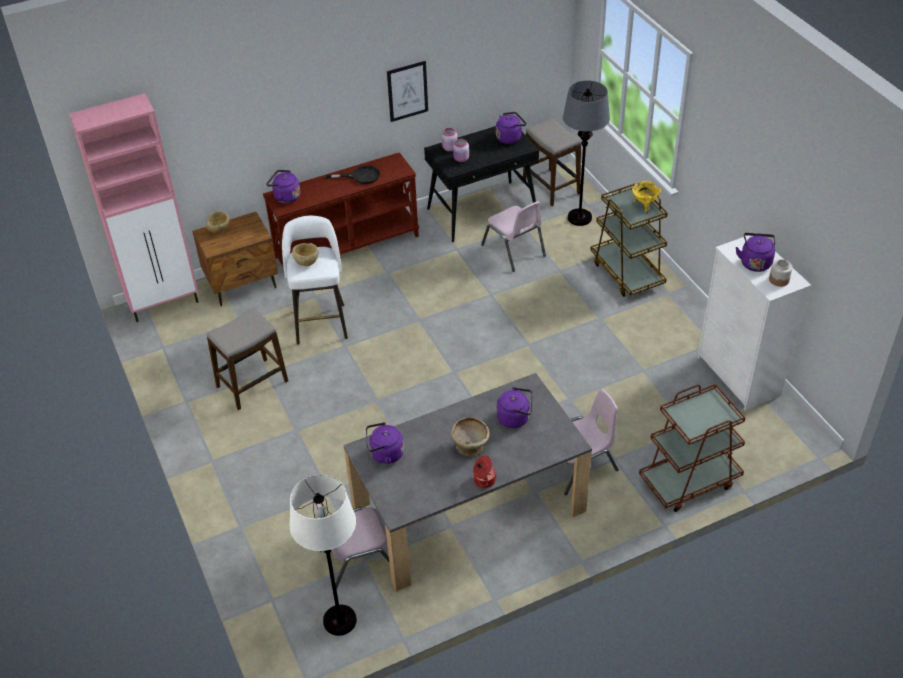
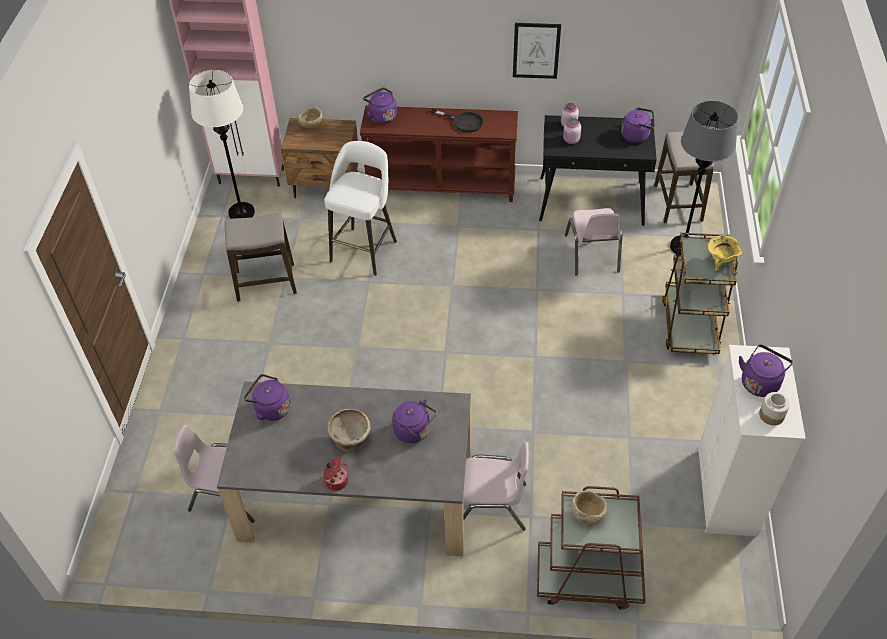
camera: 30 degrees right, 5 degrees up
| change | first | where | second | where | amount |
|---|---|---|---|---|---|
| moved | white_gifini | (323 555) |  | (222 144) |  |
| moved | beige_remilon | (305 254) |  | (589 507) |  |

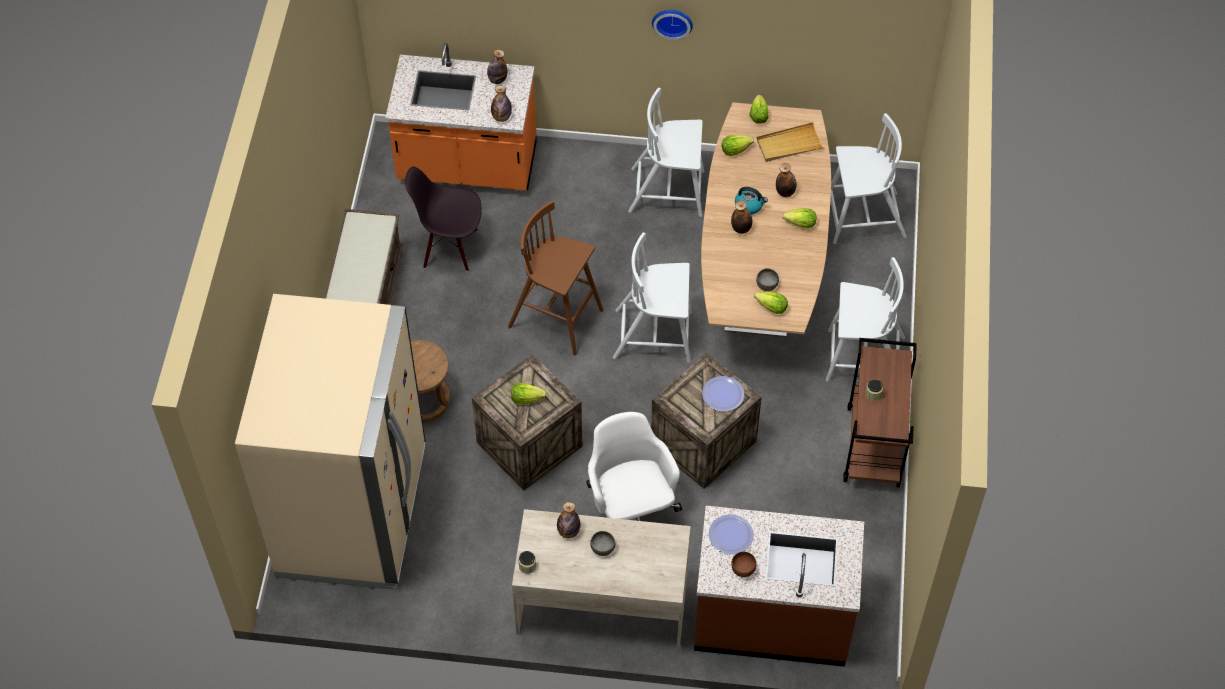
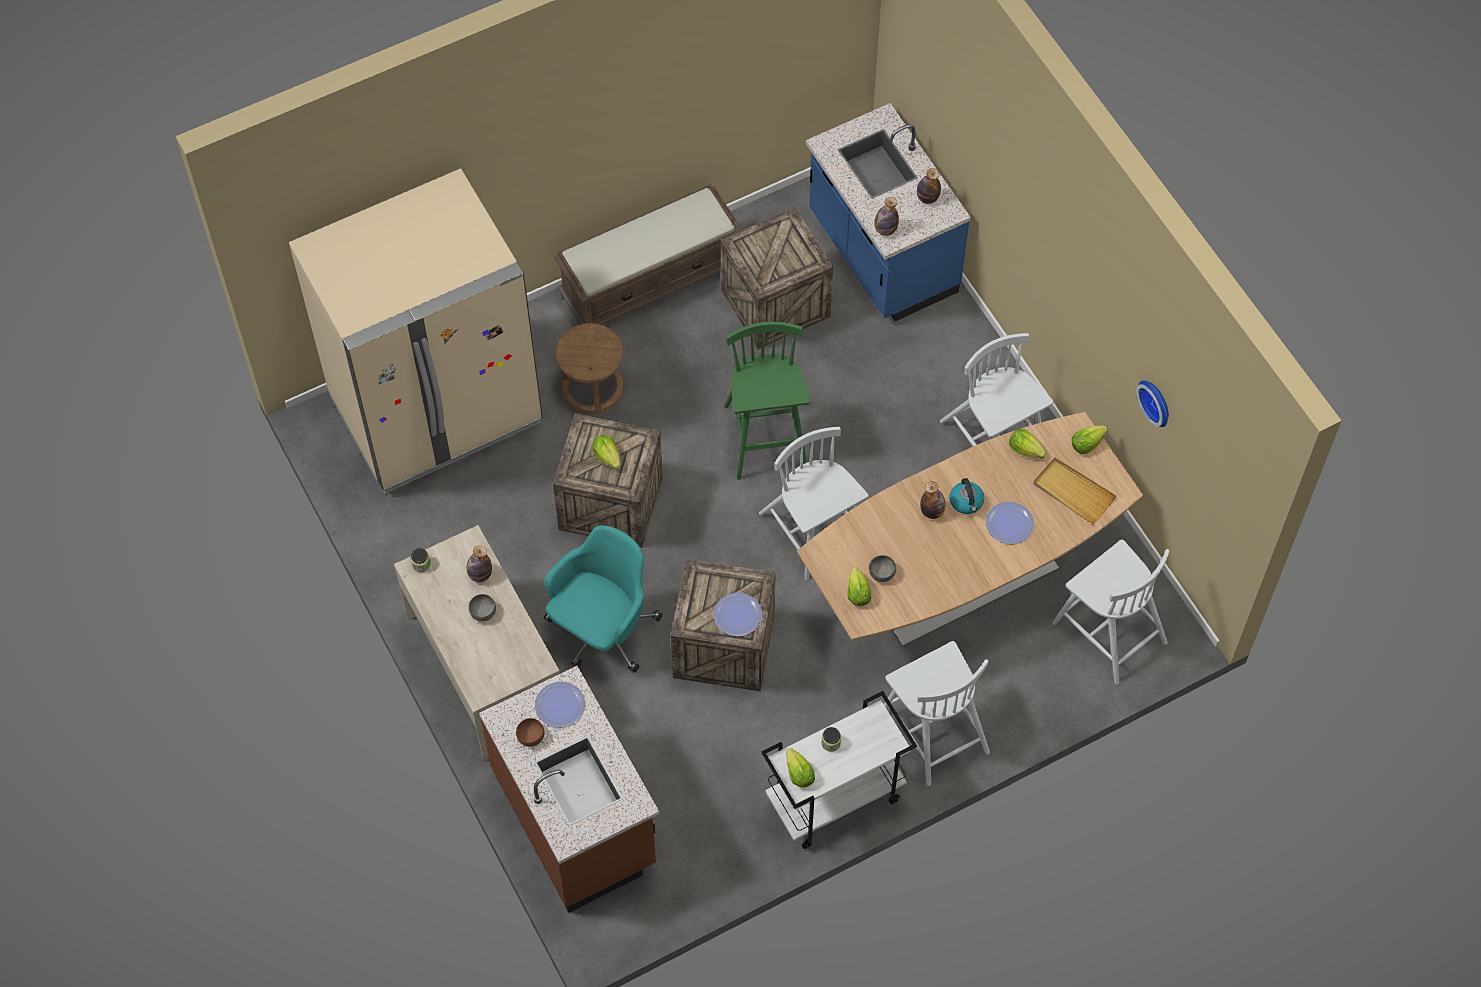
camera: 55 degrees right, 5 degrees up
| change | first | where | second | where | amount |
|---|---|---|---|---|---|
| moved | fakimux | (672 25) |  | (1152 403) |  |
| moved | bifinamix | (799 218) |  | (800 768) |  |
| replaced | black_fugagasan | (443 219) | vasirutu | (777 278) |  |
| replaced | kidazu | (786 180) | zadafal | (1010 523) |  |
| recoloured | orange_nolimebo | (461 116) | blue_nolimebo | (888 212) |  |
| recoloured | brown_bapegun | (556 278) | green_bapegun | (767 401) |  |
| recoloured | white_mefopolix | (634 466) | turquoise_mefopolix | (603 599) |  |
| recoloured | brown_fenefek | (880 413) | white_fenefek | (839 770) |  |

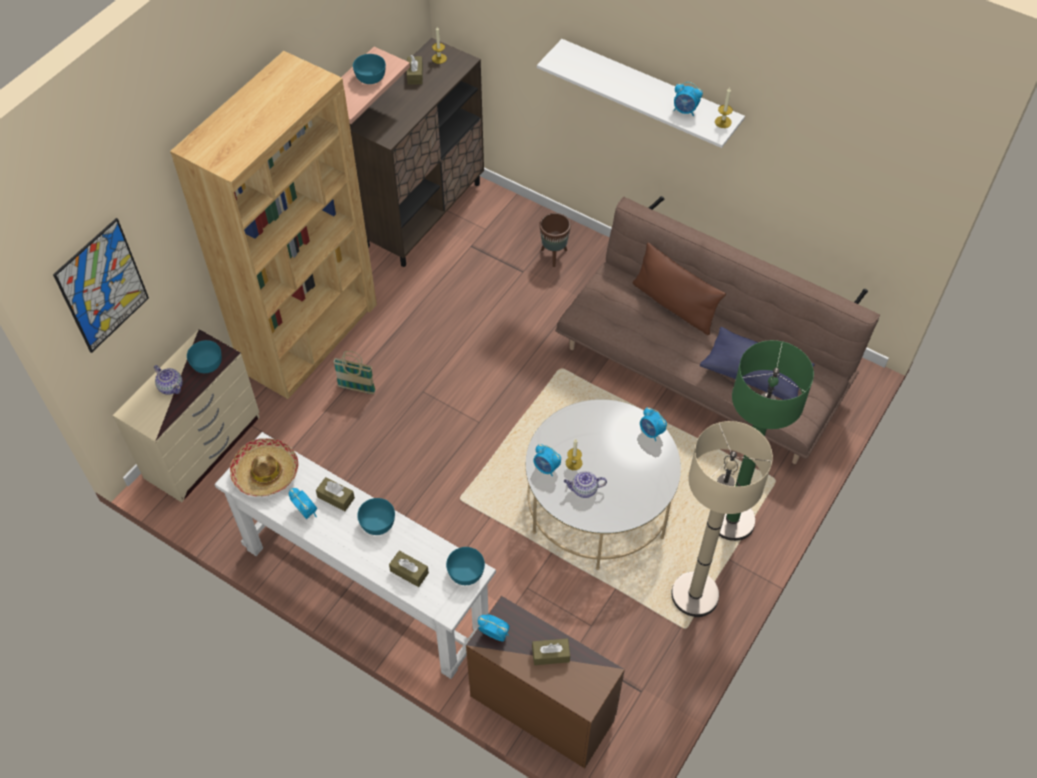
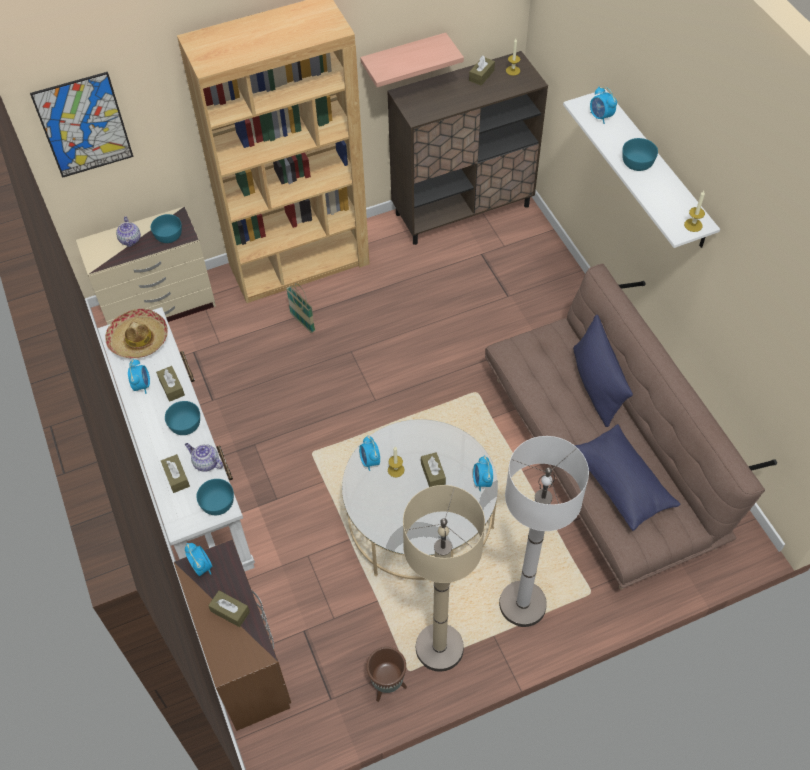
camera: 35 degrees right, 0 degrees up
| change | first | where | second | where | amount |
|---|---|---|---|---|---|
| added |  |  | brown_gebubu | (433 469) |  |
| moved | turquoise_remilon | (369 69) |  | (640 154) |  |
| moved | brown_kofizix | (555 240) |  | (386 674) |  |
| moved | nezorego | (585 484) |  | (204 457) |  |
| moved | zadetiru | (688 99) |  | (603 105) |  |
| recoloured | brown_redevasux | (679 289) | blue_redevasux | (603 371) |  |
| recoloured | green_gifini | (766 440) | white_gifini | (544 531) |  |

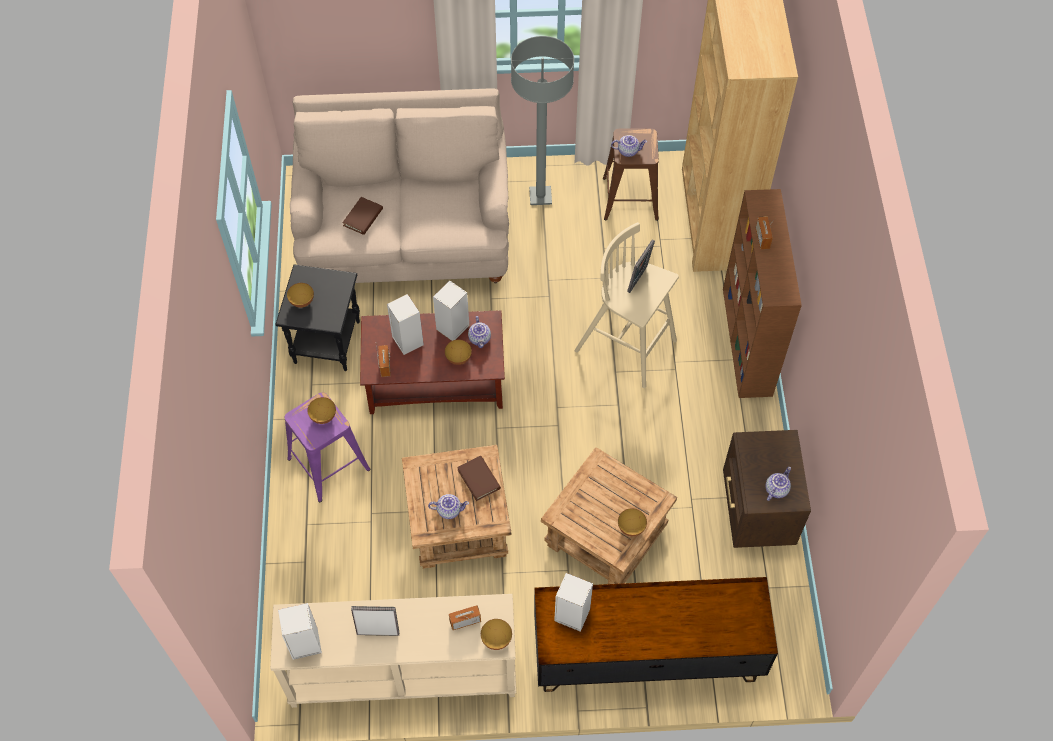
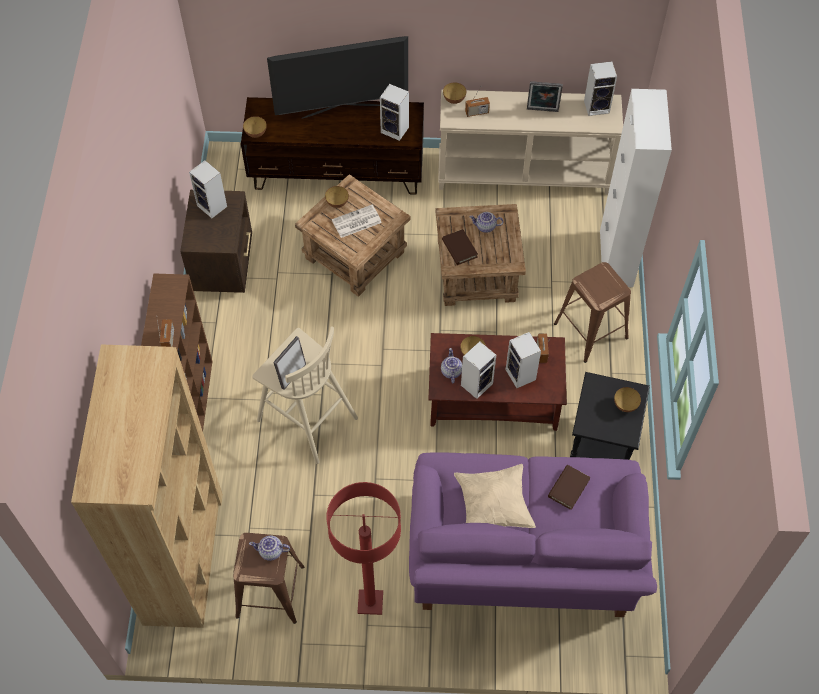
camera: 175 degrees left, 0 degrees up
| change | first | where | second | where | amount |
|---|---|---|---|---|---|
| added |  |  | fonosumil | (337 77) |  |
| added |  |  | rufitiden | (357 221) |  |
| added |  |  | beige_redevasux | (495 496) |  |
| added |  |  | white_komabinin | (636 188) |  |
| moved | remilon | (321 410) |  | (255 127) |  |
| replaced | nezorego | (778 484) | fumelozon | (208 189) |  |
| recoloured | purple_bapegun | (327 447) | brown_bapegun | (592 312) |  |
| recoloured | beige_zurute | (399 186) | purple_zurute | (533 534) |  |
| recoloured | grey_gifini | (542 120) | red_gifini | (363 548) |  |

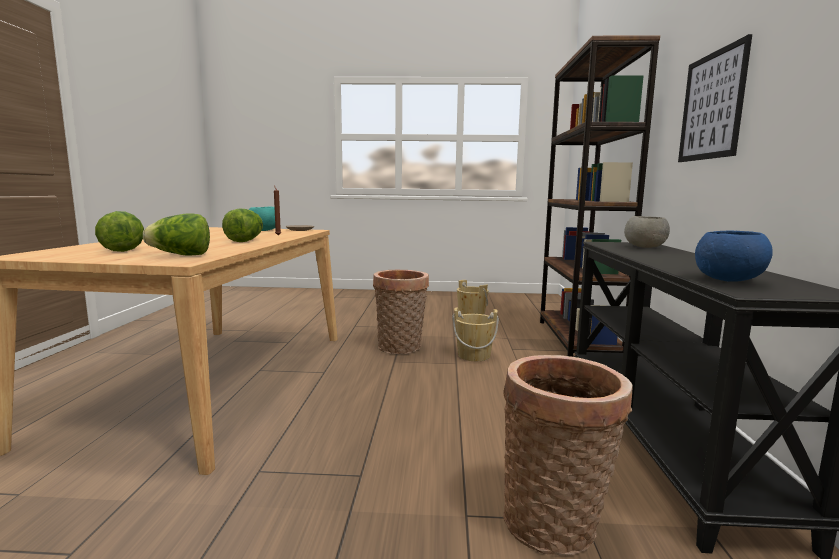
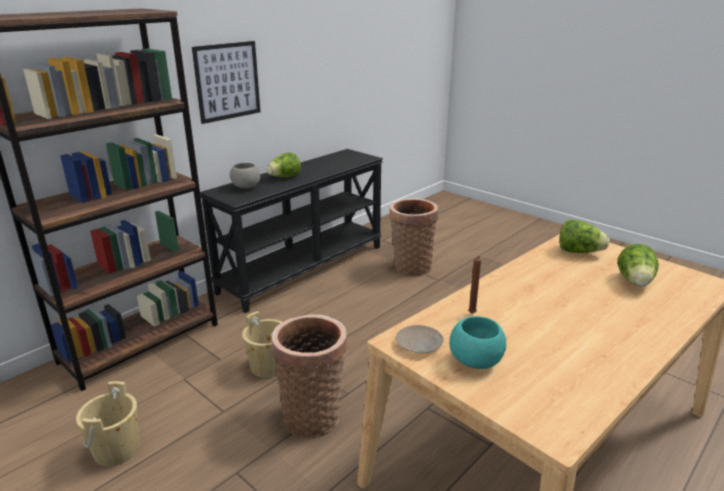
camera: 140 degrees left, 15 degrees up
| change | first | where | second | where | amount |
|---|---|---|---|---|---|
| removed | blue_remilon | (734 256) |  |  |  |
| moved | bifinamix | (242 225) |  | (284 165) |  |

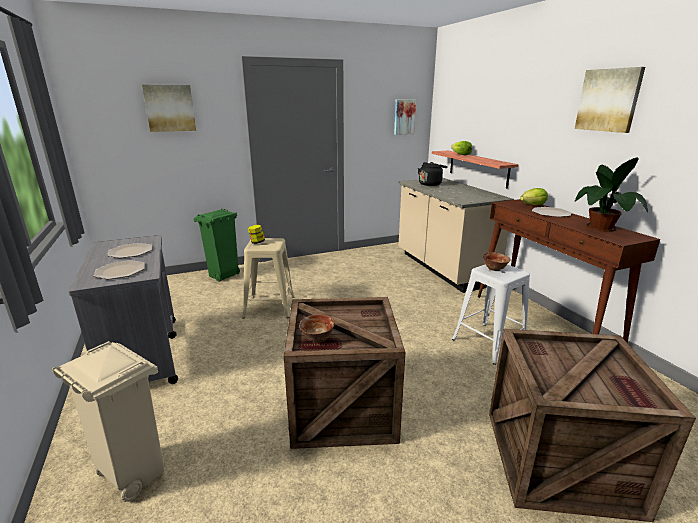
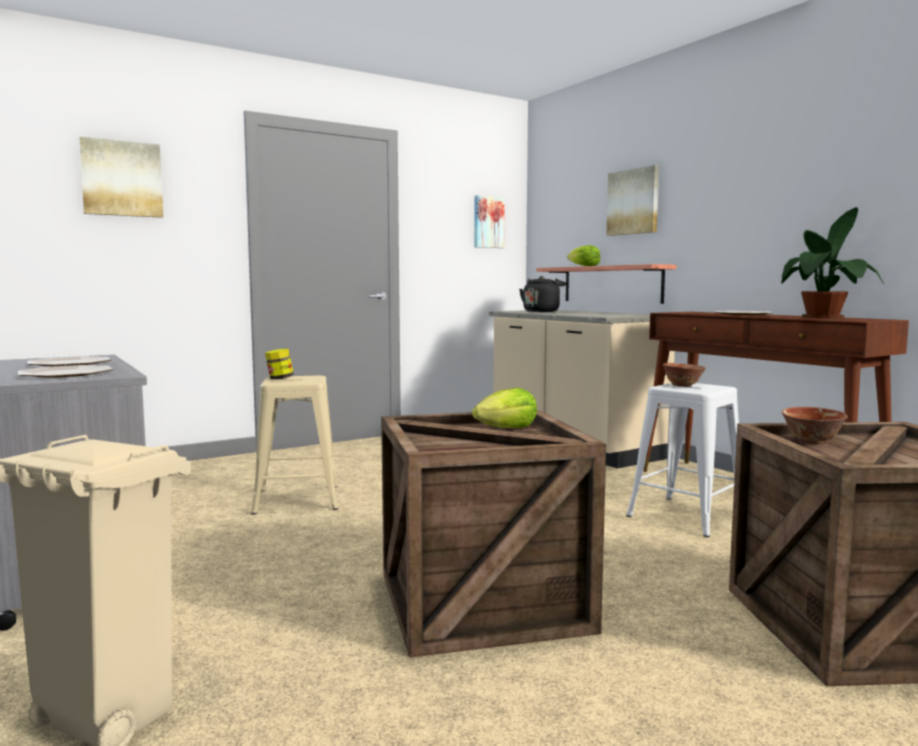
camera: 10 degrees left, 15 degrees down
| change | first | where | second | where | amount |
|---|---|---|---|---|---|
| removed | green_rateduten | (217 245) |  |  |  |
| moved | remilon | (317 328) |  | (815 425) |  |
| moved | bifinamix | (534 196) |  | (504 408) |  |
| moved | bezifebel | (610 100) |  | (632 200) |  |

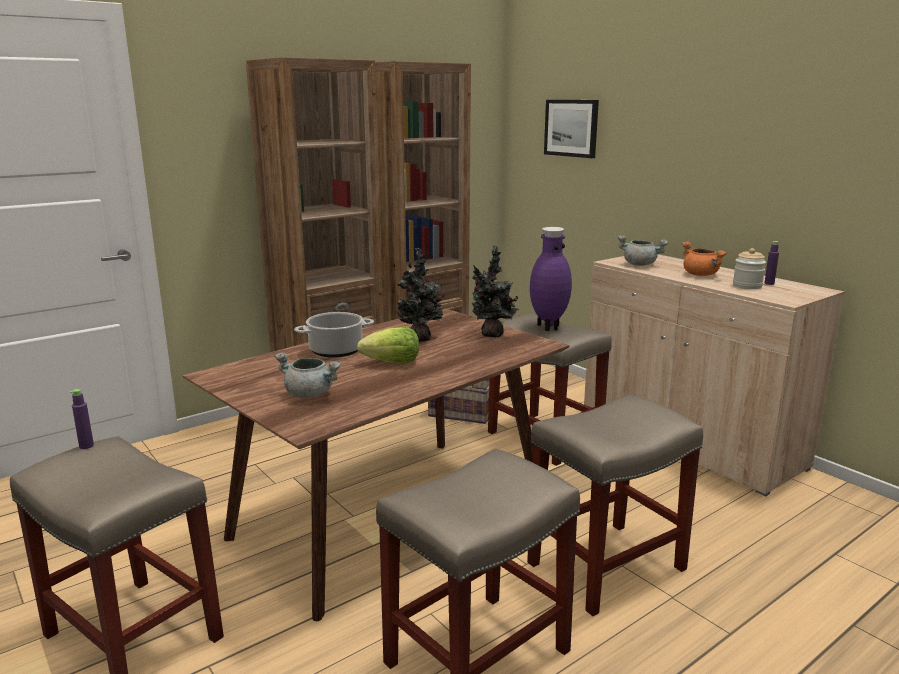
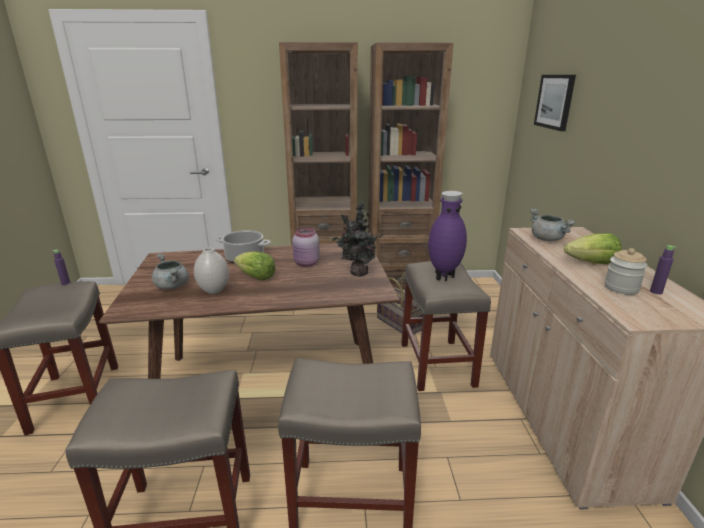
camera: 35 degrees right, 5 degrees up
| change | first | where | second | where | amount |
|---|---|---|---|---|---|
| added |  |  | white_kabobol | (211 271) |  |
| replaced | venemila | (420 295) | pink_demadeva | (306 247) |  |
| replaced | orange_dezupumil | (704 259) | bifinamix | (593 248) |  |

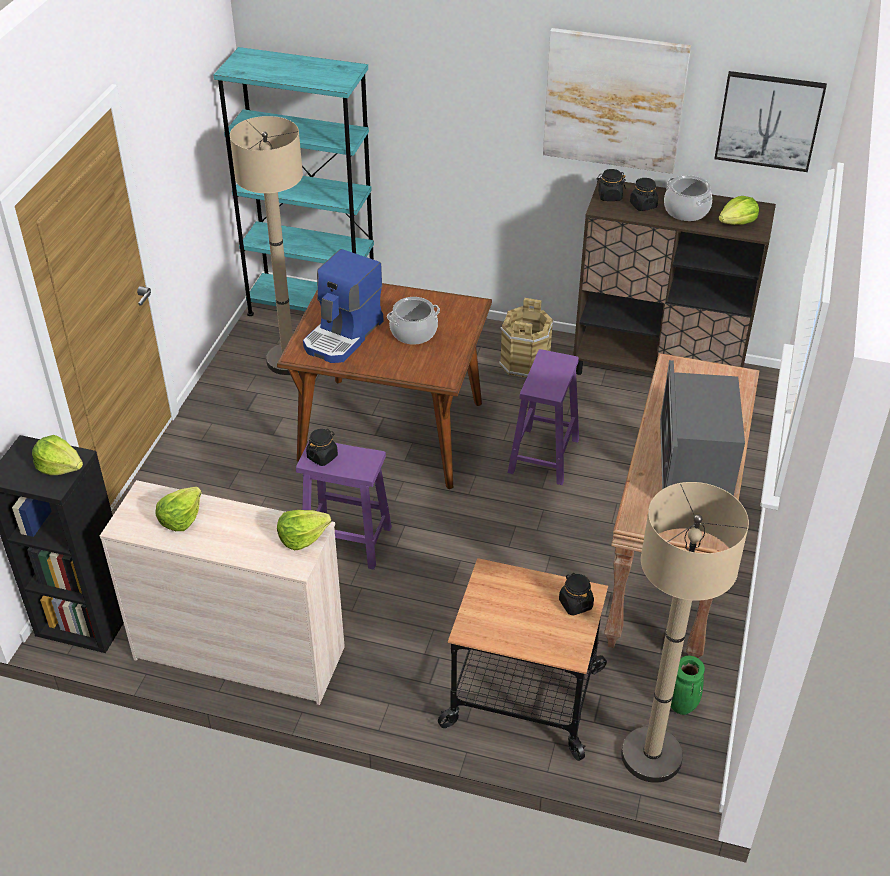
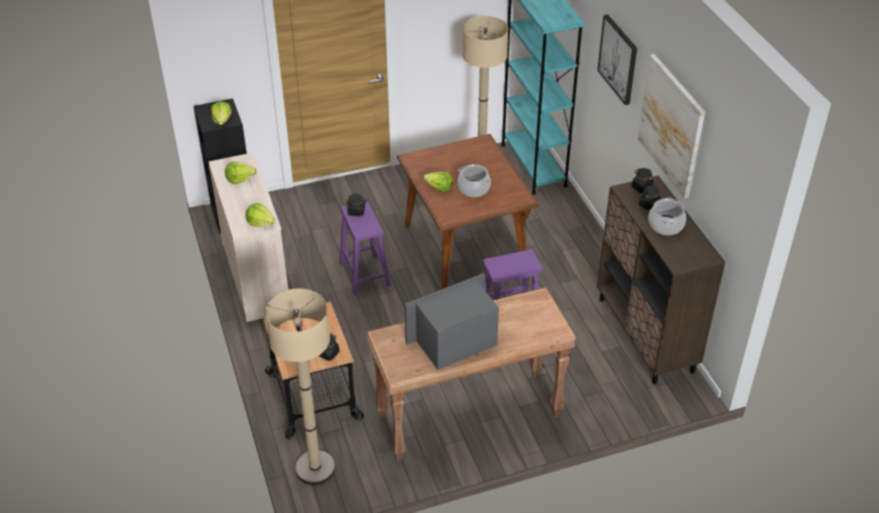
camera: 55 degrees right, 0 degrees up
| change | first | where | second | where | amount |
|---|---|---|---|---|---|
| removed | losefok | (343 306) |  |  |  |
| removed | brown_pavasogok | (526 338) |  |  |  |
| removed | green_kabobol | (688 685) |  |  |  |
| moved | bezifebel | (770 121) |  | (617 59) |  |
| moved | bifinamix | (739 210) |  | (438 182) |  |

